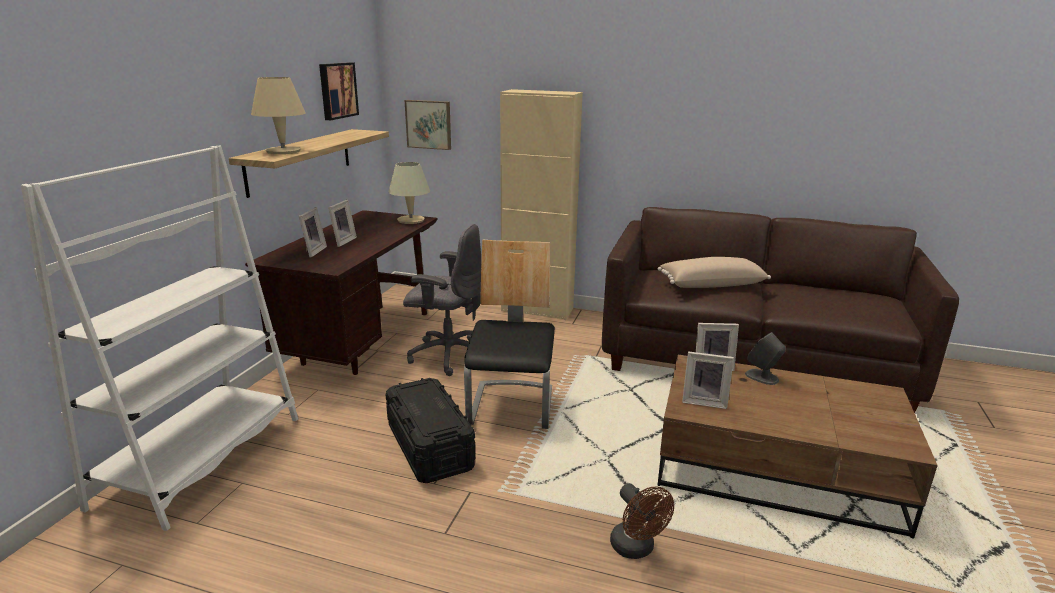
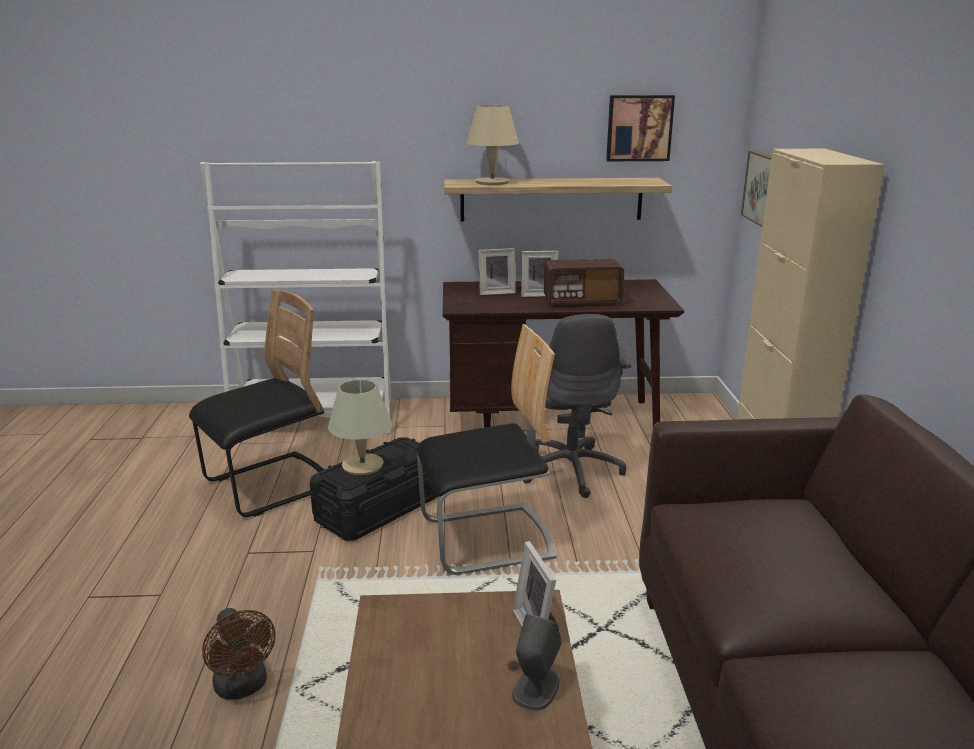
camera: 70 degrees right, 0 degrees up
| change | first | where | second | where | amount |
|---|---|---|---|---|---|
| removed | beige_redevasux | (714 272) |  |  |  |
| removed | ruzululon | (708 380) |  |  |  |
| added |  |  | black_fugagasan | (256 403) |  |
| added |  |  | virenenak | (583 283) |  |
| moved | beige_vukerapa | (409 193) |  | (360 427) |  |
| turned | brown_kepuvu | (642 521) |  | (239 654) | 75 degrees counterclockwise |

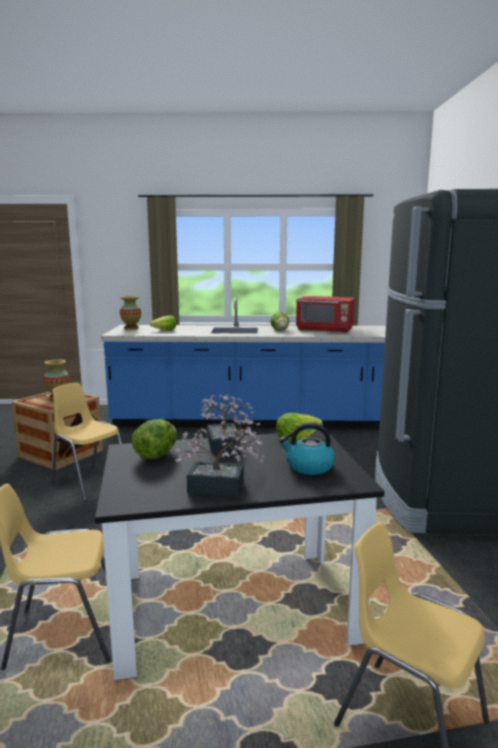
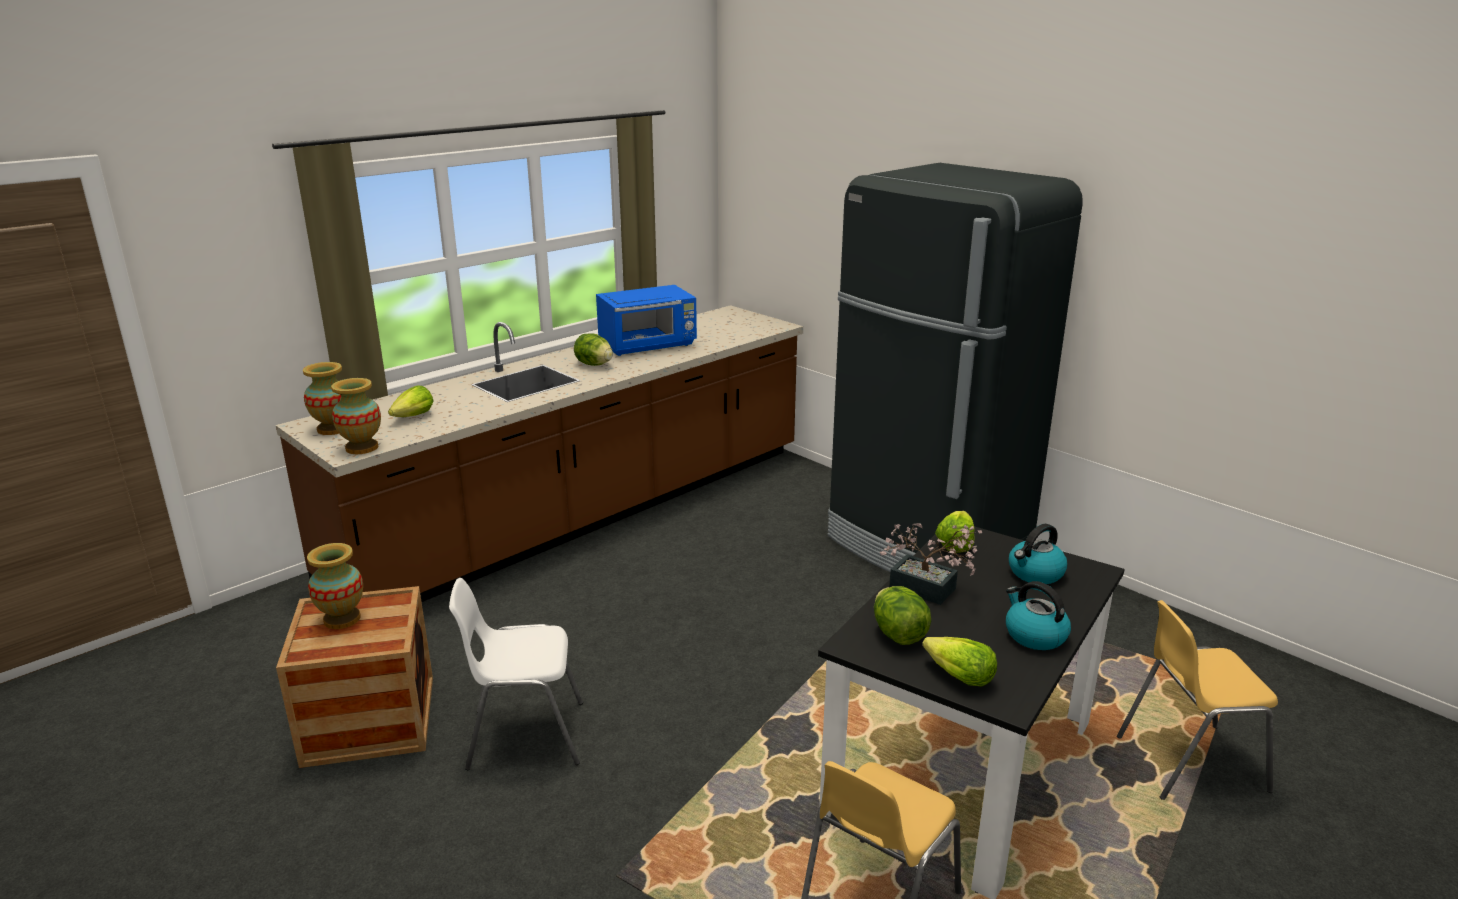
camera: 45 degrees left, 10 degrees up
| change | first | where | second | where | amount |
|---|---|---|---|---|---|
| added |  |  | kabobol | (356 416) |  |
| added |  |  | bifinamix | (959 661) |  |
| replaced | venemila | (219 458) | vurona | (1038 615) |  |
| recoloured | yellow_fugagasan | (87 442) | white_fugagasan | (516 674) |  |
| recoloured | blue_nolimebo | (243 363) | brown_nolimebo | (539 453) |  |
| recoloured | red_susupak | (325 314) | blue_susupak | (646 320) |  |

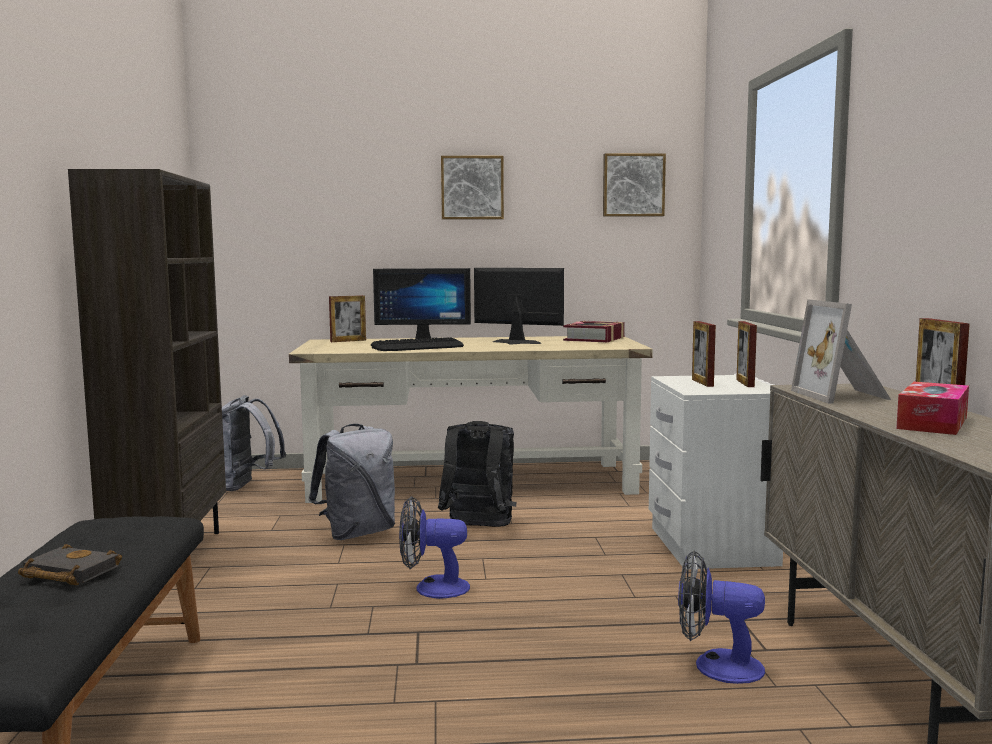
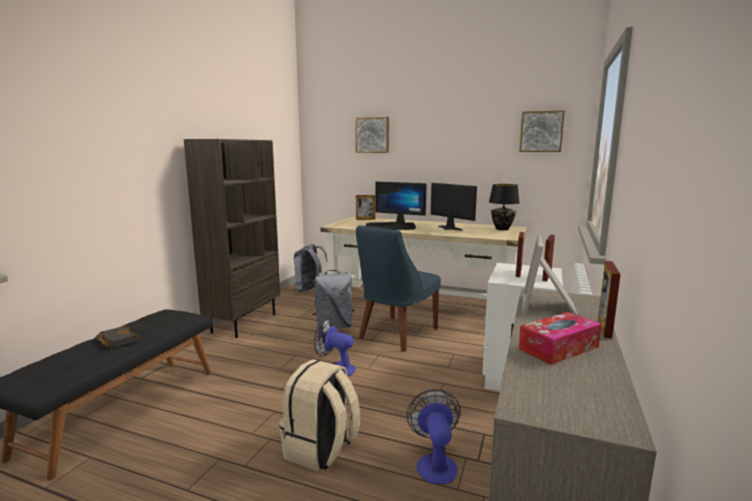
camera: 25 degrees right, 5 degrees up
| change | first | where | second | where | amount |
|---|---|---|---|---|---|
| added |  |  | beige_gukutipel | (319 415) |  |
| moved | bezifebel | (472 188) |  | (372 135) |  |
| replaced | black_gukutipel | (477 474) | blue_fugagasan | (398 289) |  |
| replaced | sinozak | (594 331) | black_vukerapa | (504 207) |  |
| turned | kepuvu | (721 617) |  | (433 436) | 45 degrees clockwise |

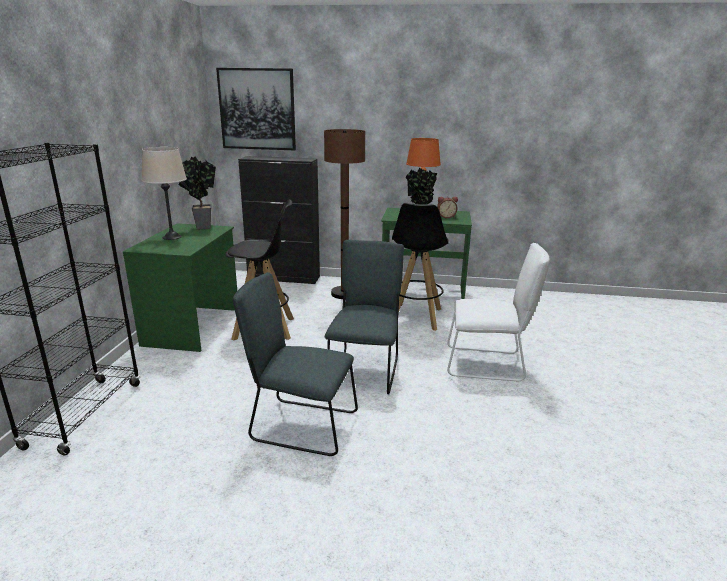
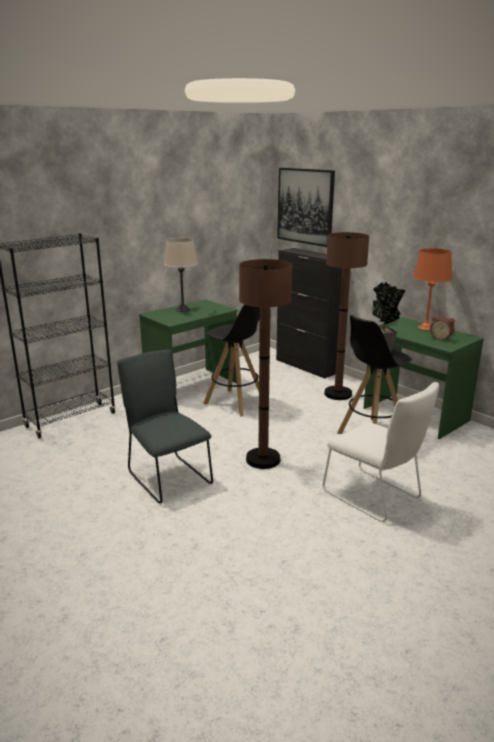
camera: 40 degrees right, 0 degrees up
| change | first | where | second | where | amount |
|---|---|---|---|---|---|
| removed | venemila | (197 193) |  |  |  |
| replaced | grey_fugagasan | (364 317) | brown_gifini | (265 364) |  |

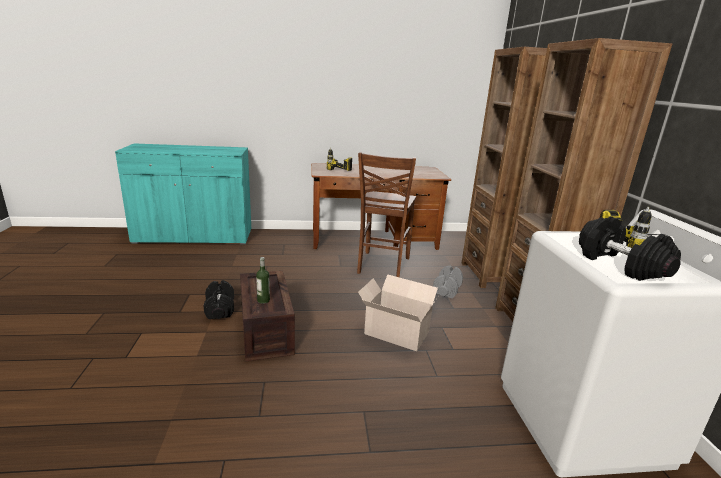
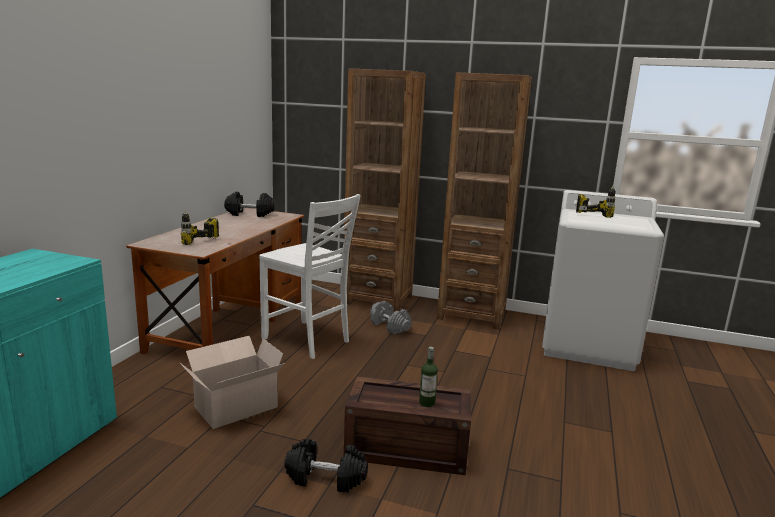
camera: 65 degrees left, 5 degrees down
| change | first | where | second | where | amount |
|---|---|---|---|---|---|
| moved | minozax | (399 312) |  | (232 382) |  |
| moved | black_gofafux | (630 248) |  | (249 204) |  |
| recoloured | brown_fugagasan | (386 214) | white_fugagasan | (310 276) |  |

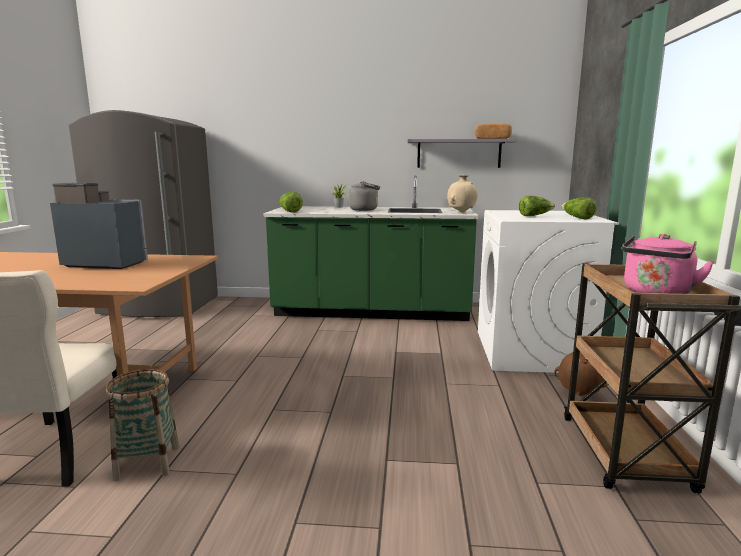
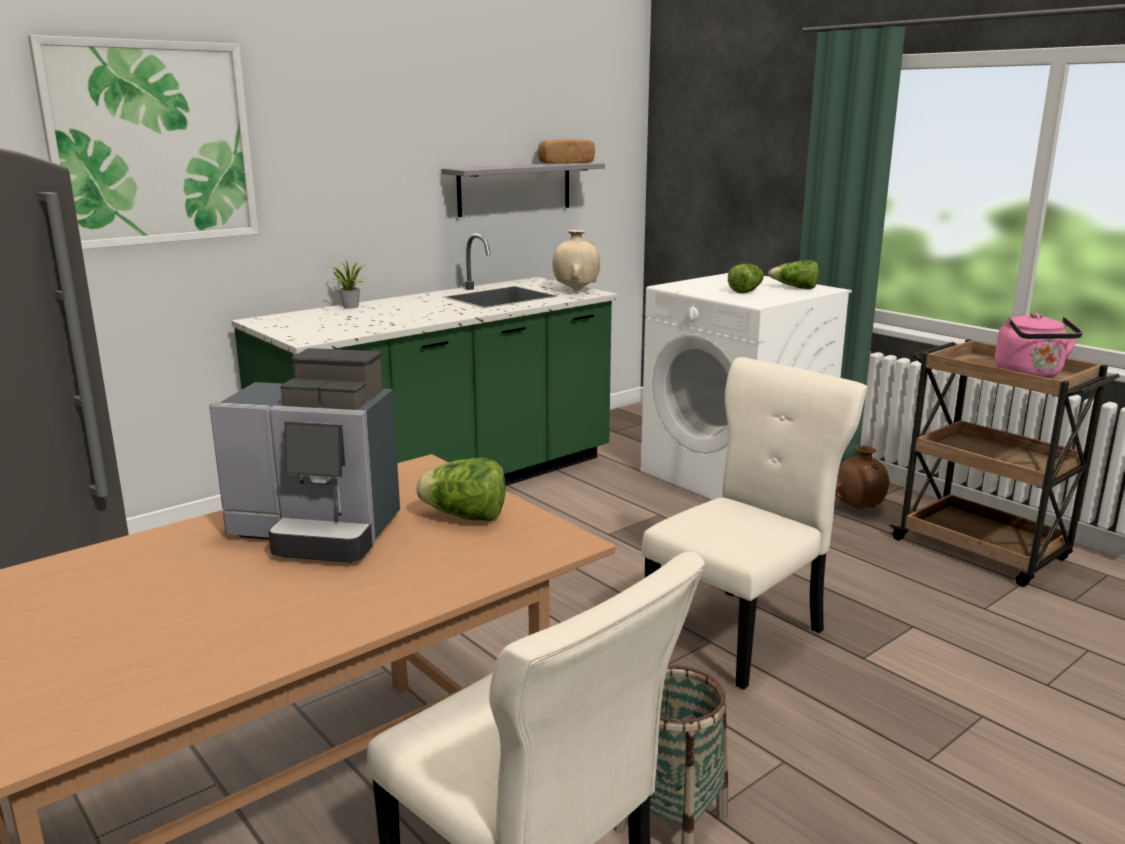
camera: 45 degrees left, 5 degrees up
| change | first | where | second | where | amount |
|---|---|---|---|---|---|
| removed | grey_vurona | (364 196) |  |  |  |
| added |  |  | bezifebel | (143 142) |  |
| added |  |  | beige_fugagasan | (754 523) |  |
| moved | bifinamix | (291 202) |  | (461 489) |  |
| turned | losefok | (99 226) |  | (304 455) | 135 degrees counterclockwise |

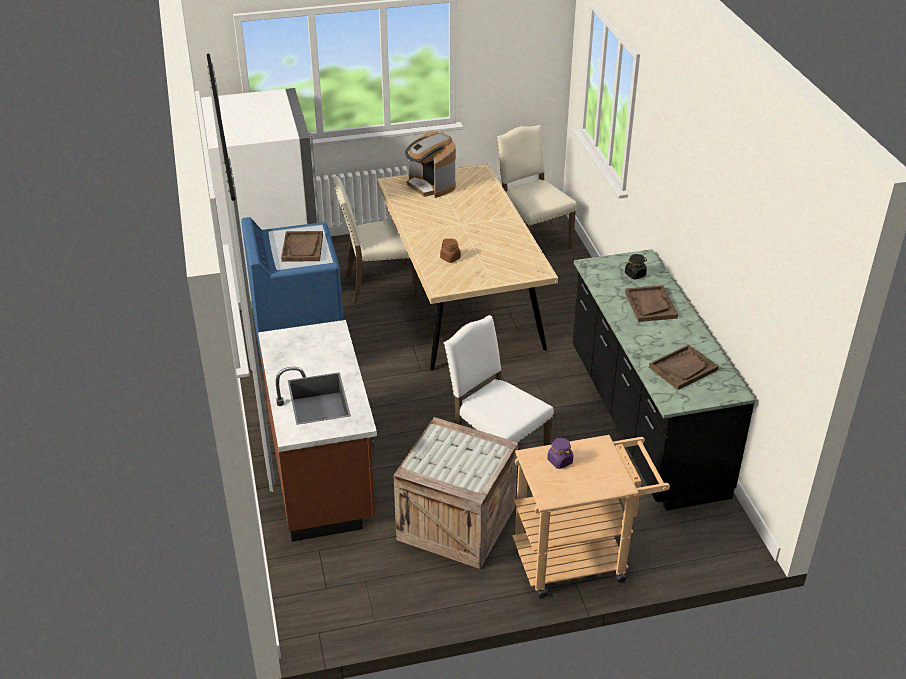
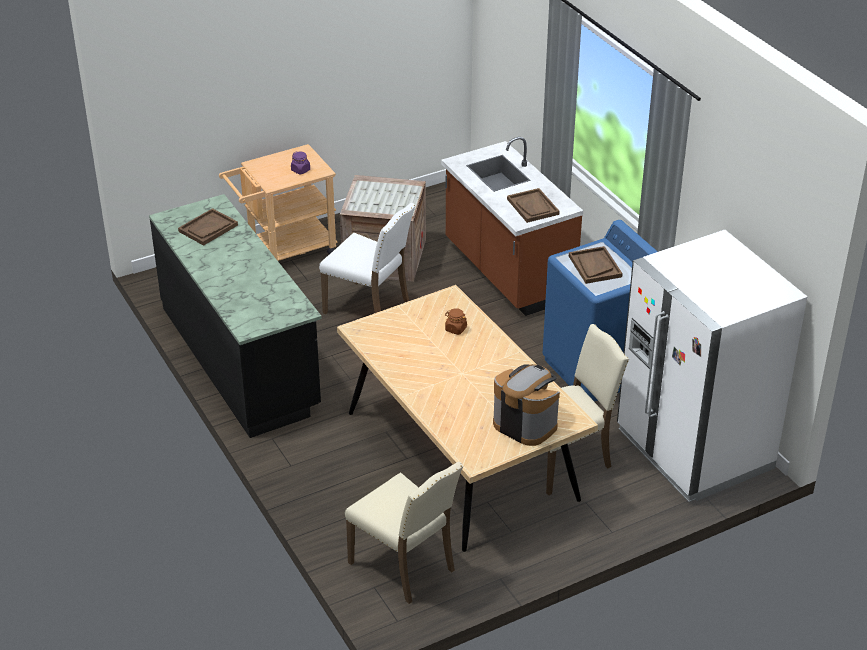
camera: 165 degrees right, 0 degrees up
| change | first | where | second | where | amount |
|---|---|---|---|---|---|
| removed | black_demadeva | (636 267) |  |  |  |
| moved | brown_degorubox | (651 303) |  | (533 205) |  |

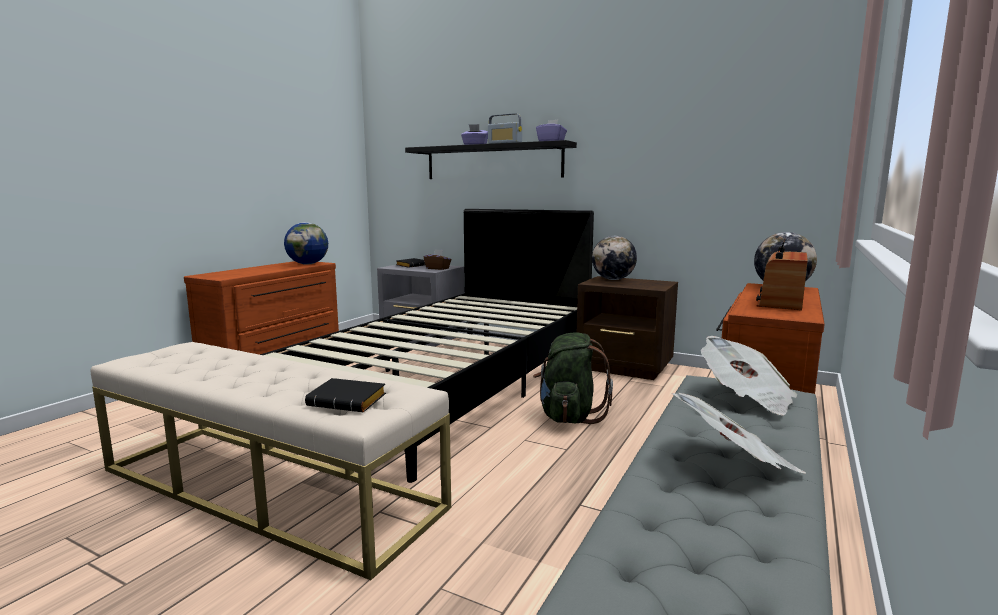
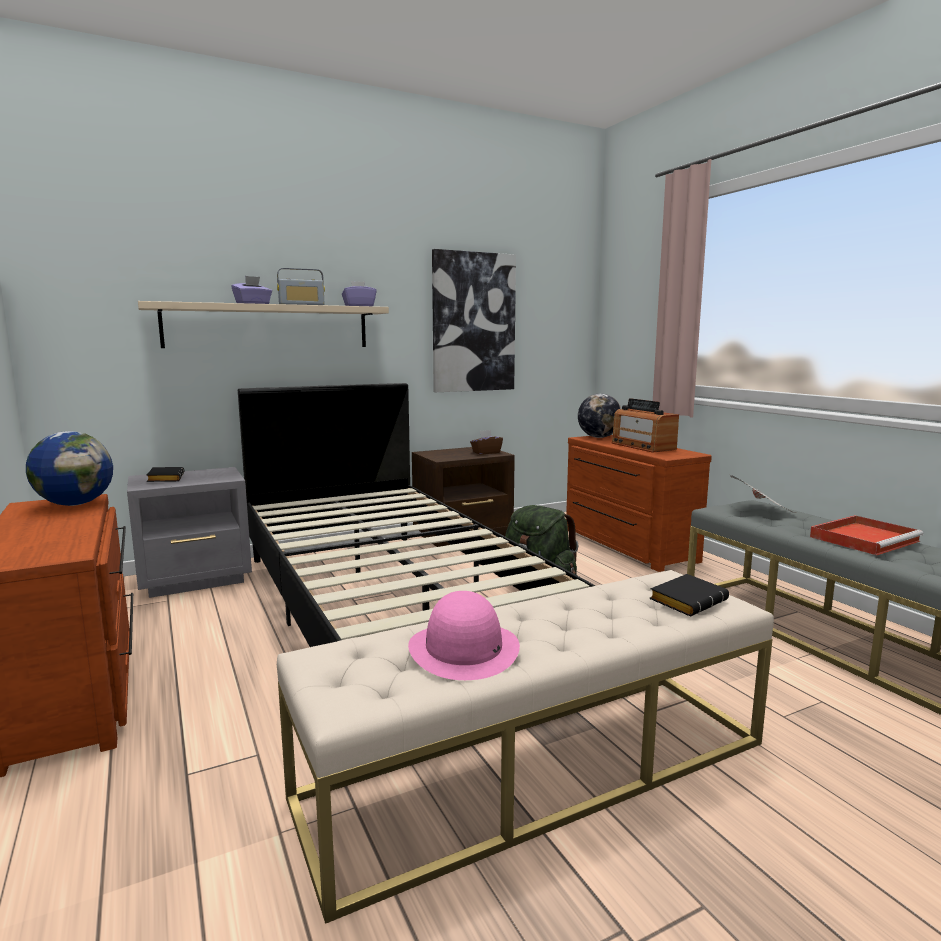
camera: 55 degrees left, 0 degrees up
| change | first | where | second | where | amount |
|---|---|---|---|---|---|
| removed | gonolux | (614 258) |  |  |  |
| added |  |  | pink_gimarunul | (464 635) |  |
| added |  |  | bezifebel | (474 320) |  |
| moved | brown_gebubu | (438 259) |  | (486 442) |  |
| replaced | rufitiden | (738 433) | red_degorubox | (867 535) |  |
| recoloured | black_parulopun | (491 159) | beige_parulopun | (263 324) |  |

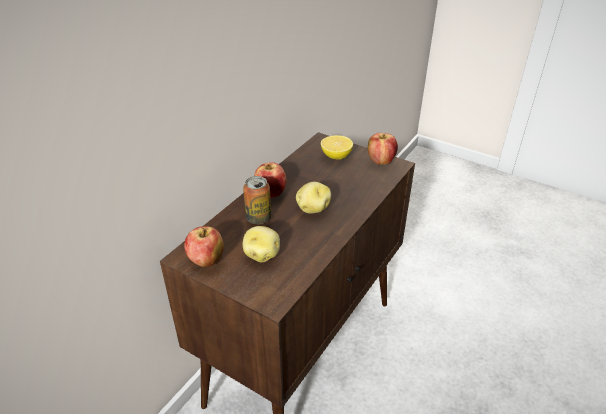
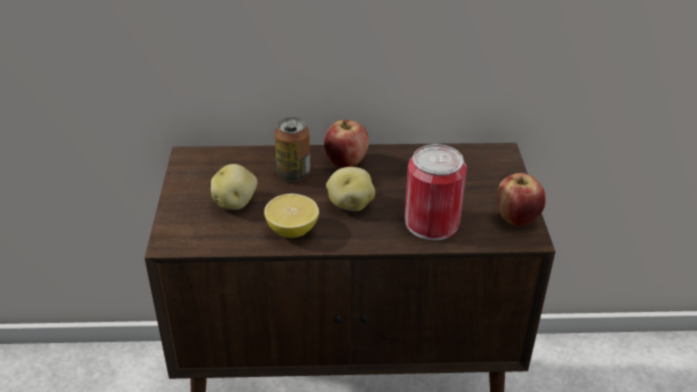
camera: 55 degrees right, 0 degrees up
| change | first | where | second | where | amount |
|---|---|---|---|---|---|
| removed | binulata | (204 246) |  |  |  |
| added |  |  | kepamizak | (436 192) |  |
| moved | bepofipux | (337 147) |  | (291 216) |  |

